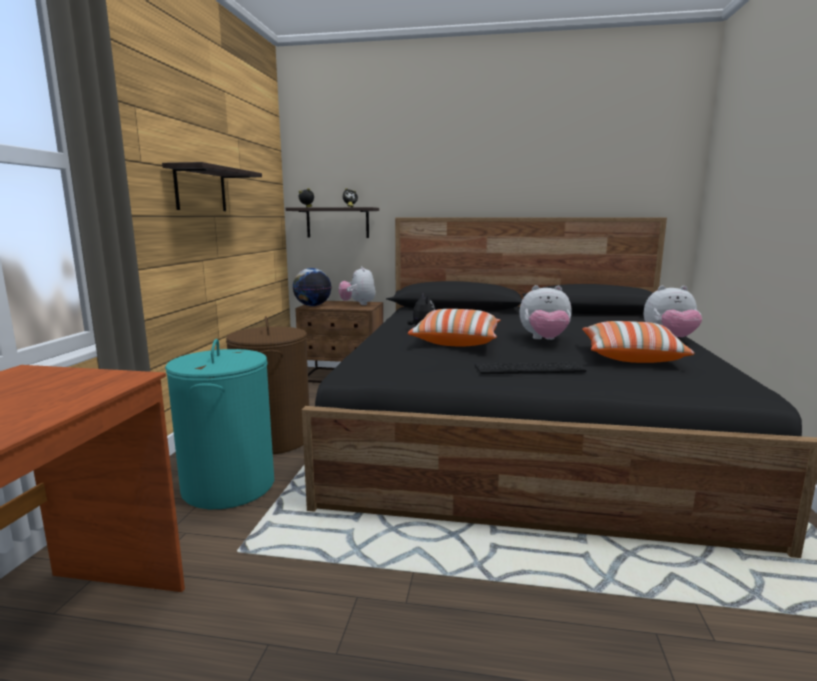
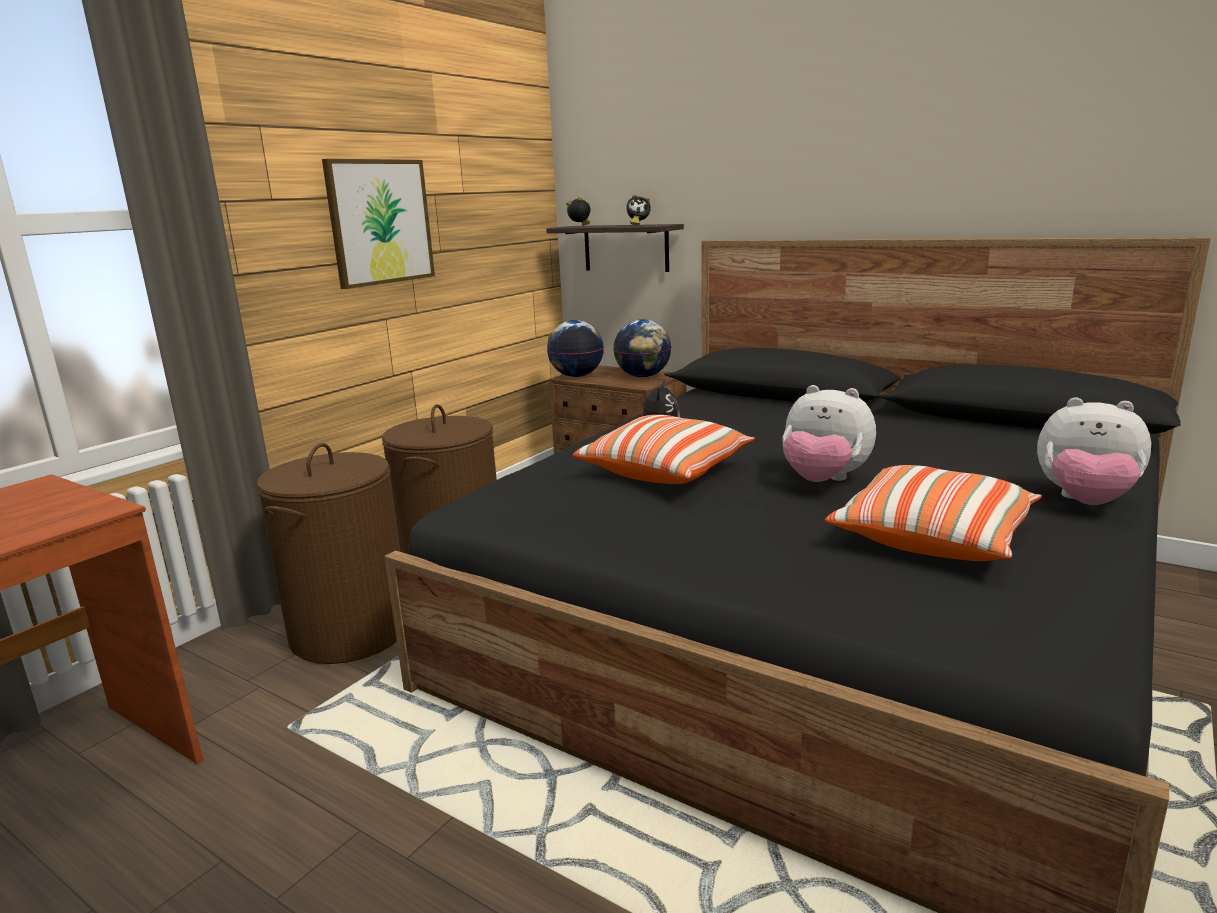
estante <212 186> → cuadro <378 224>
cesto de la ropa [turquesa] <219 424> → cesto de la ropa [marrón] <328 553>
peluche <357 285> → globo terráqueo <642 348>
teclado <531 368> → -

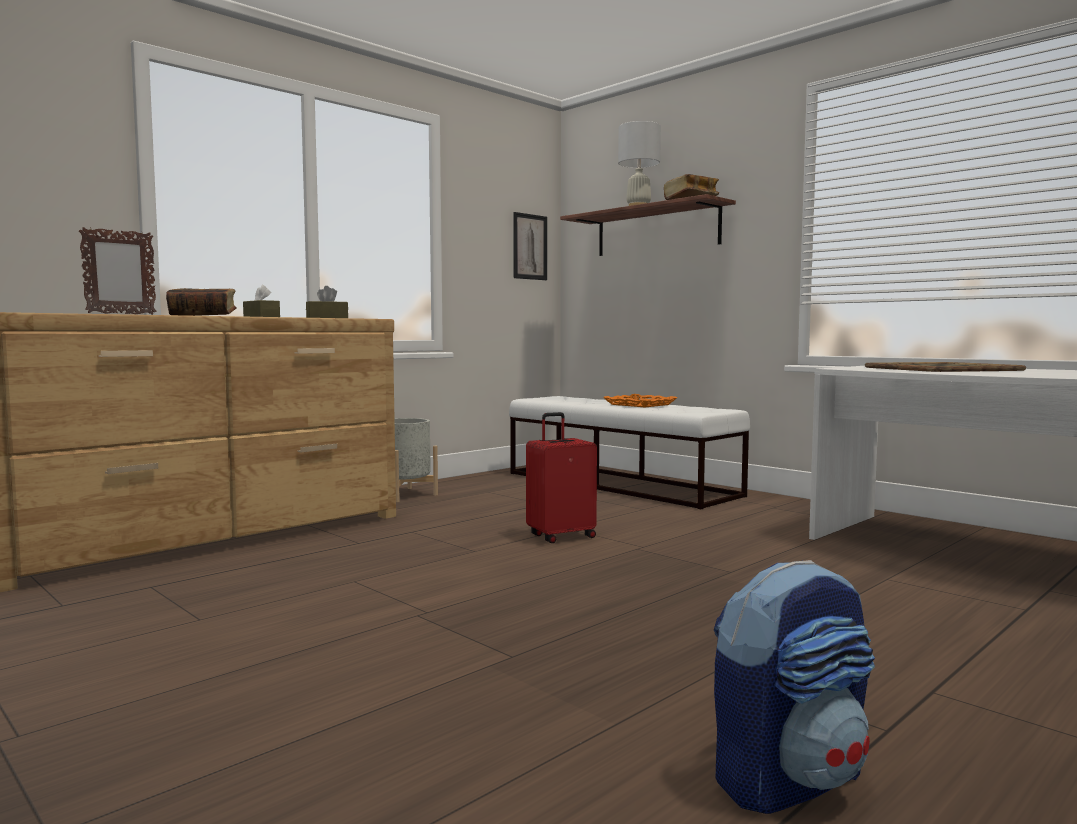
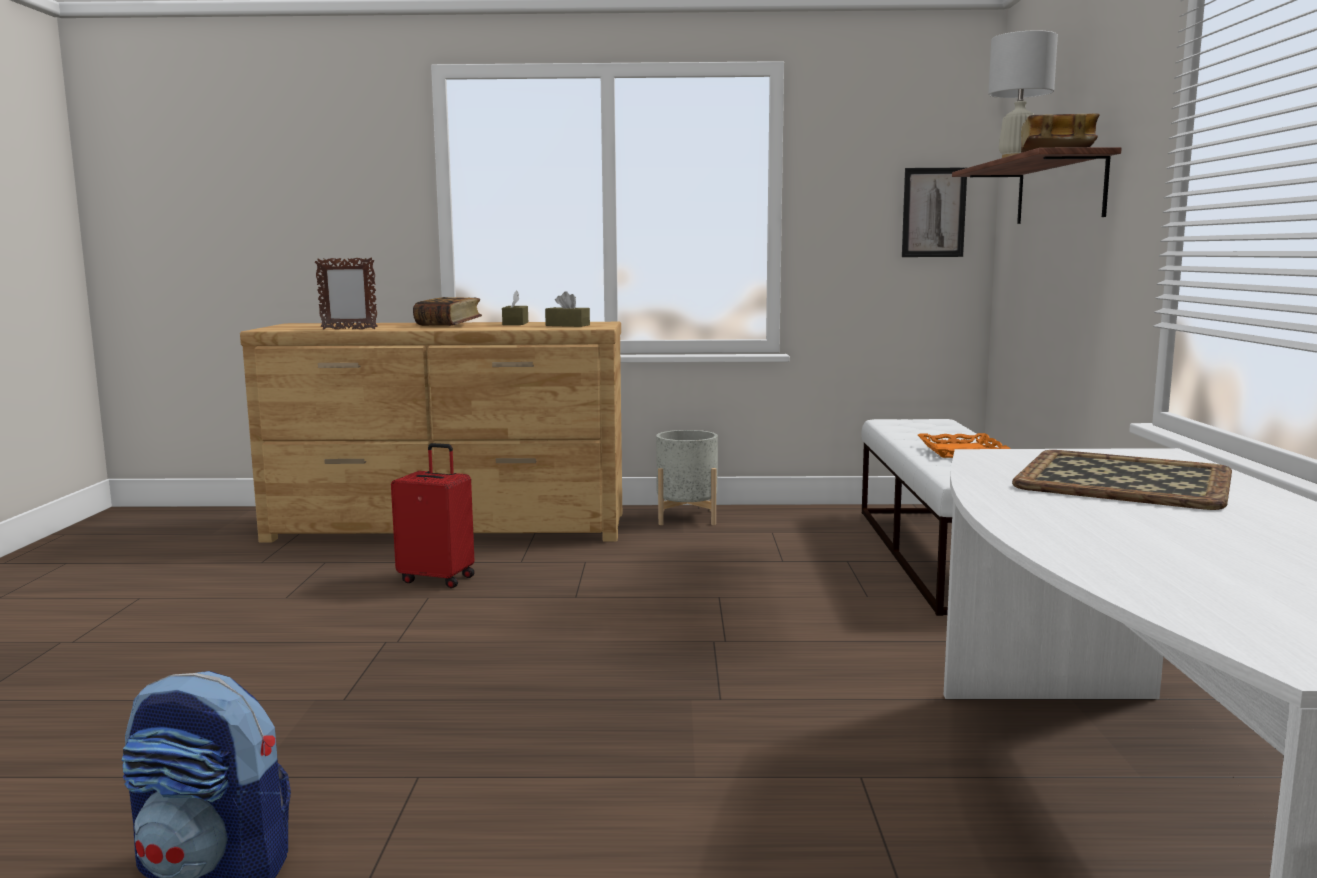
maleta [rojo] <561 477> → maleta [rojo] <433 515>, shifted

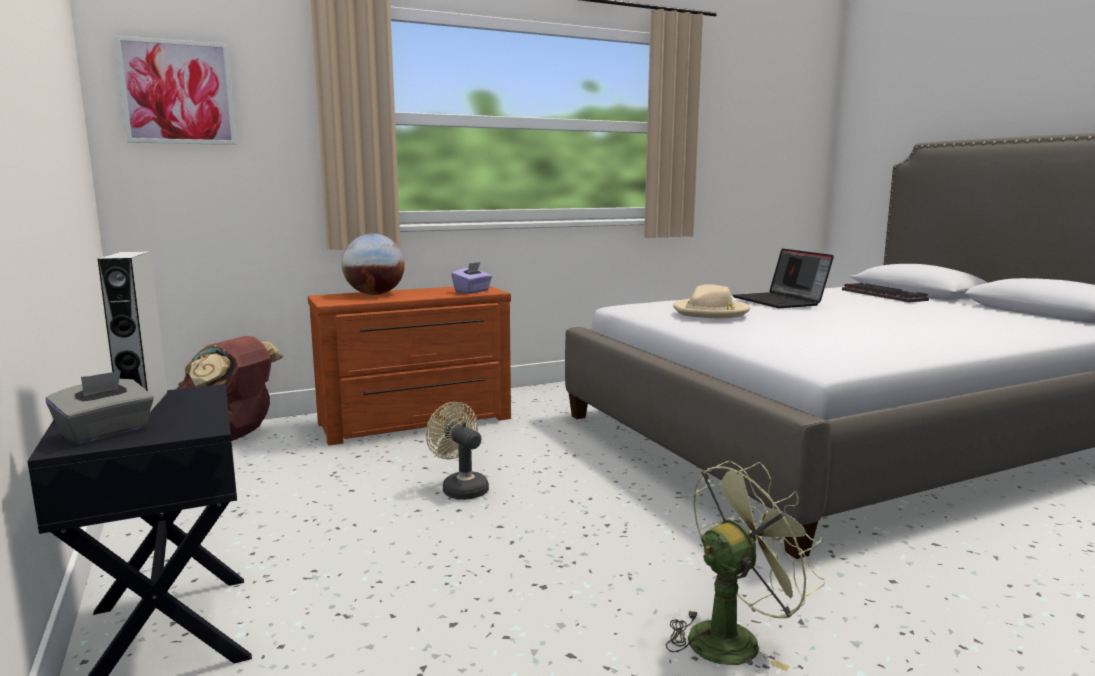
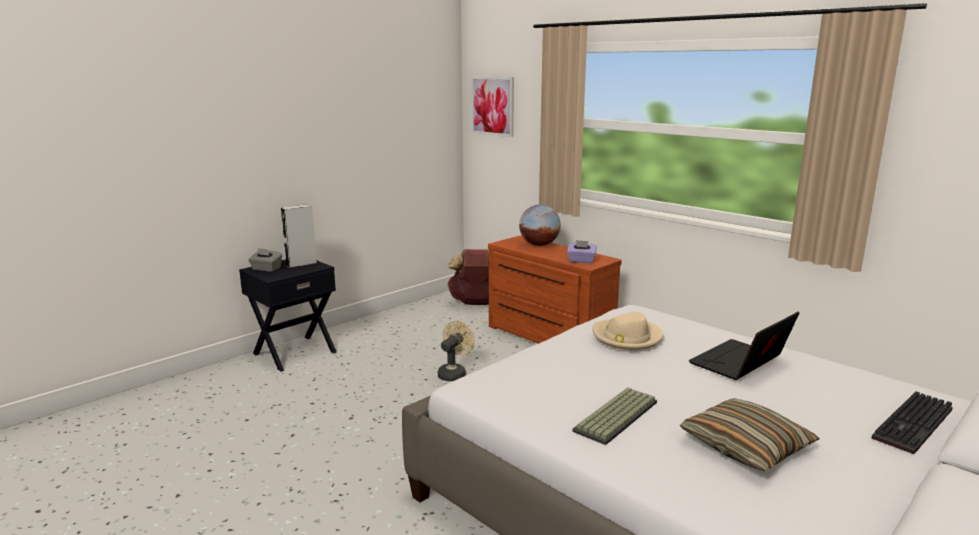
ventilador [verde] <745 566> → -
- → teclado <614 416>
- → cojín <750 435>

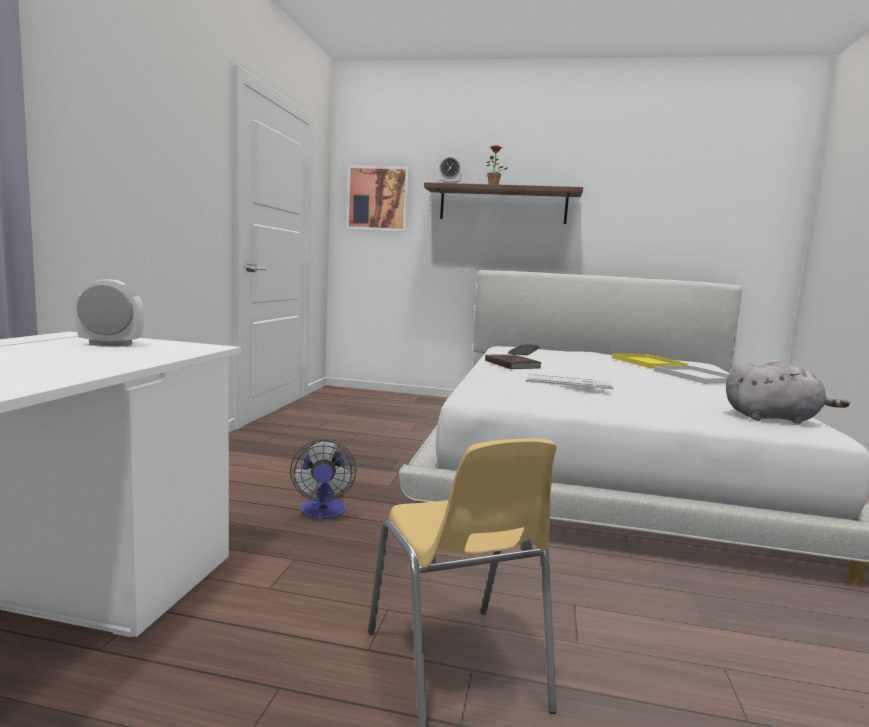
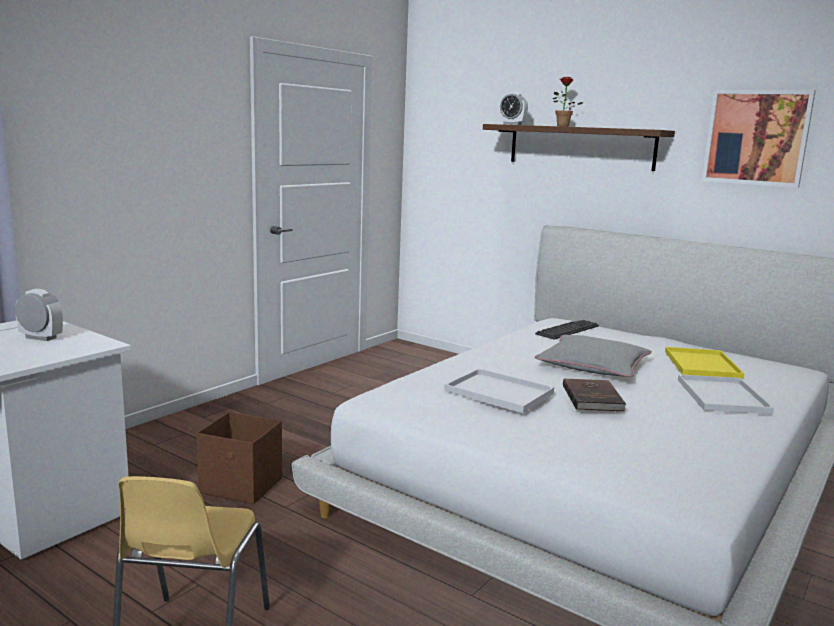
ventilador <323 479> → caja de almacenaje [marrón] <239 458>
cuadro <378 198> → cuadro <759 139>, shifted
libro [marrón] <513 361> → libro [marrón] <594 394>, shifted
teclado <570 381> → bandeja [blanco] <499 390>
peluche [gris] <788 391> → -
- → cojín [gris] <593 356>

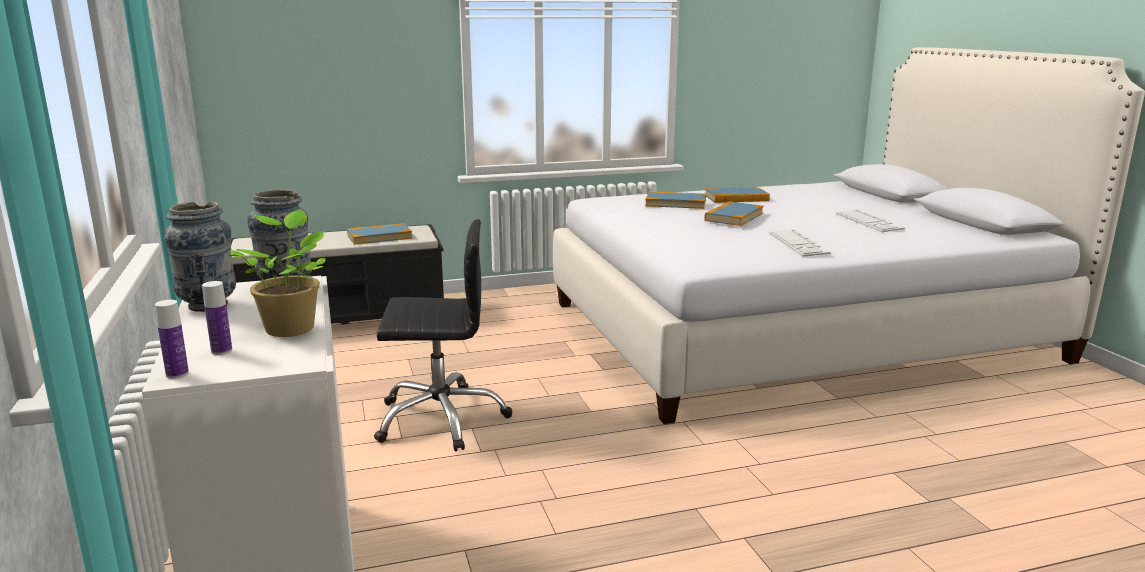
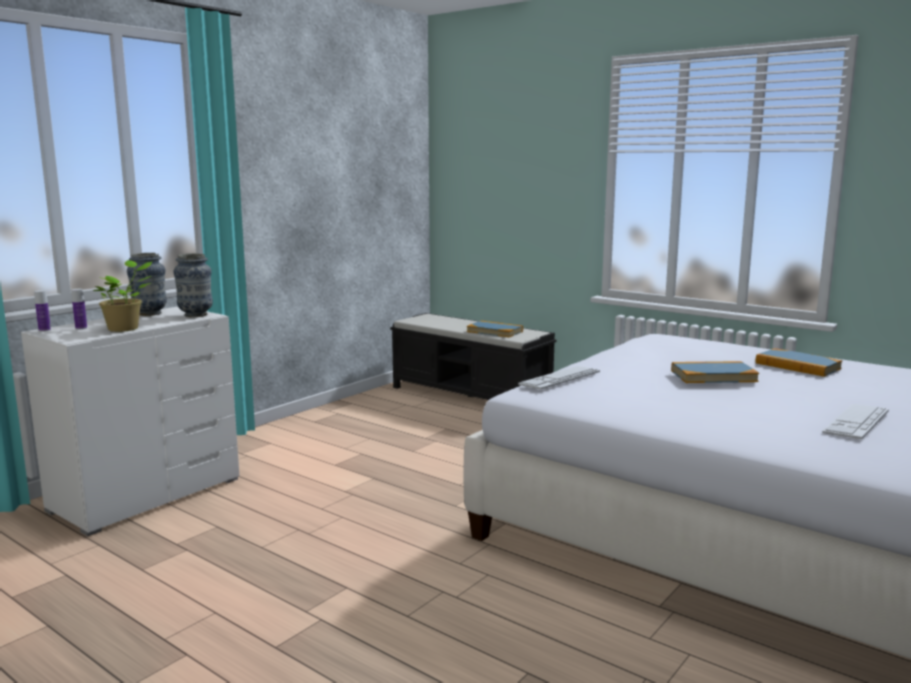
silla de oficina [negro] <443 335> → -
libro <675 200> → -
teclado <800 243> → teclado <559 377>, shifted

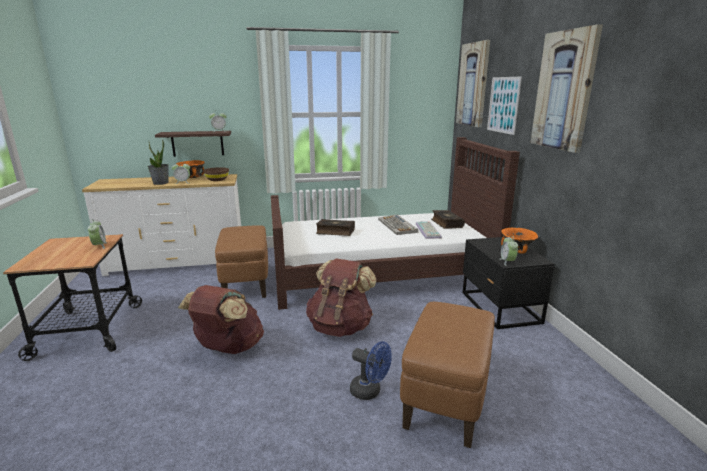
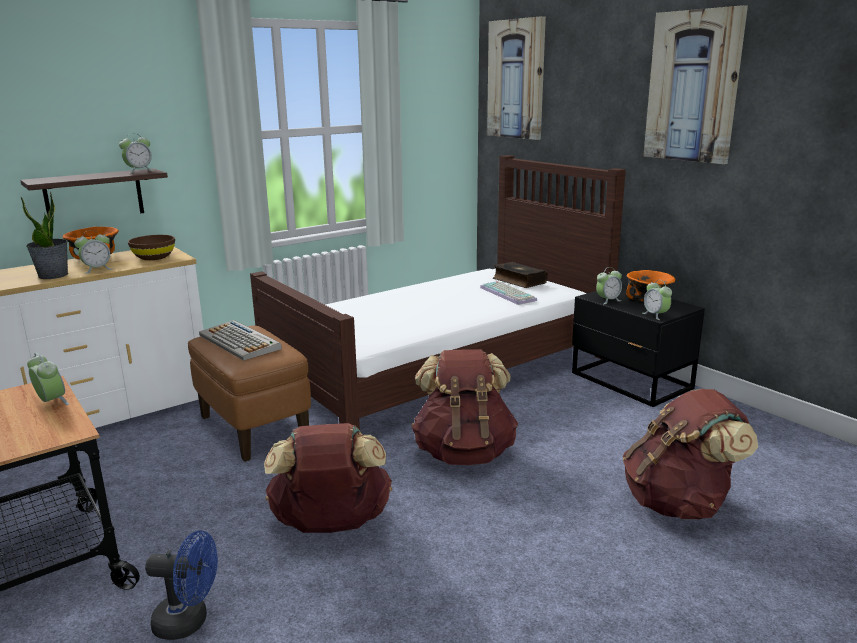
libro <335 227> → -
ventilador [azul] <370 371> → ventilador [azul] <181 585>, shifted
teclado <398 225> → teclado <240 340>, shifted
puf [marrón] <447 375> → mochila [marrón] <690 454>
cuadro <504 106> → -
- → despertador <609 285>

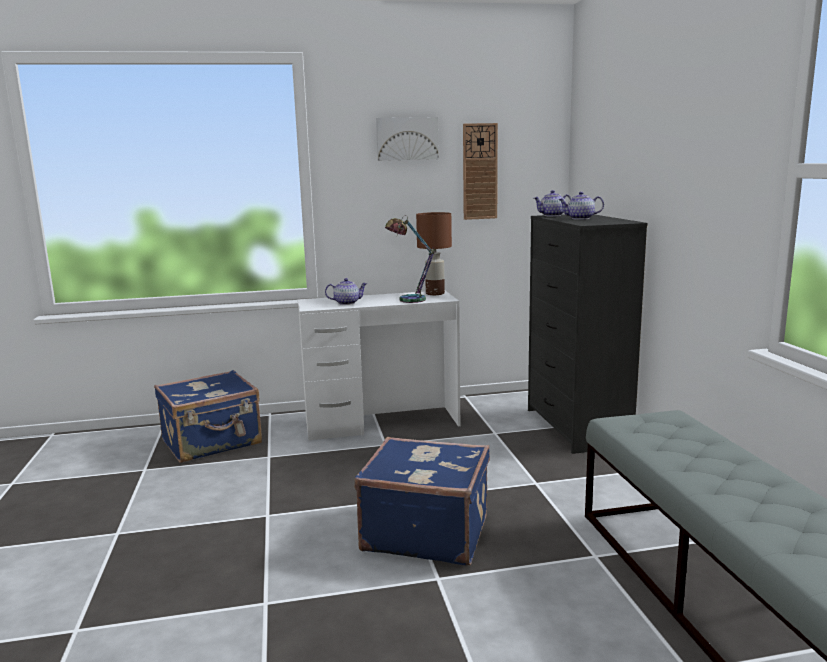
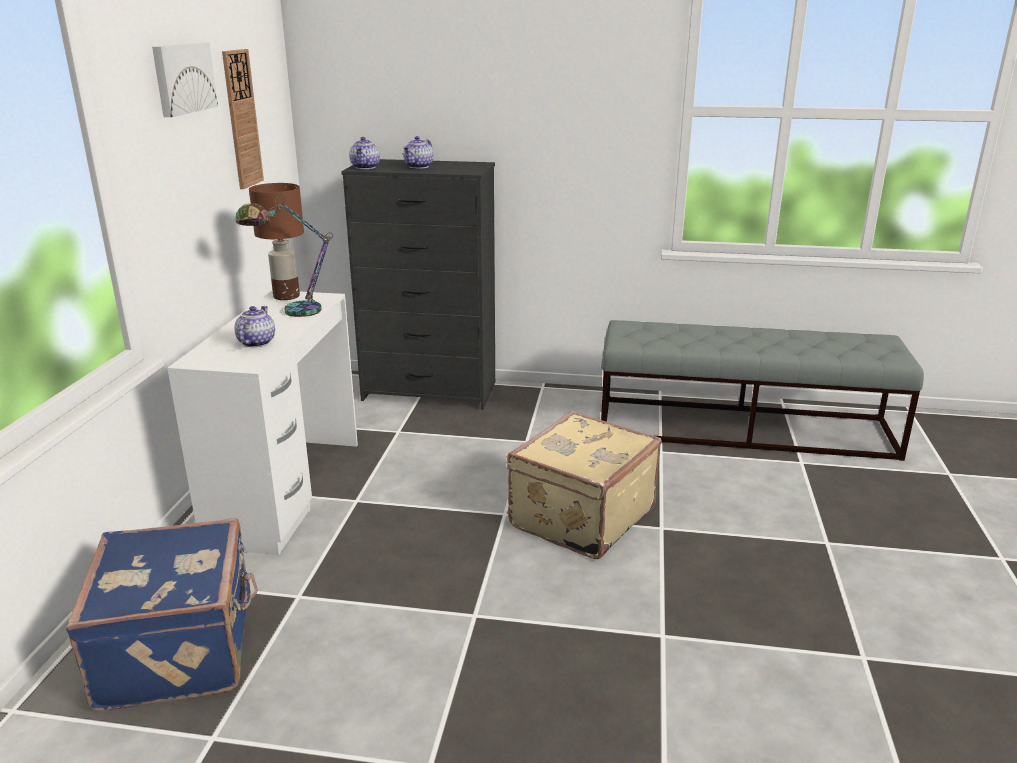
maleta [azul] <422 501> → maleta [beis] <584 485>

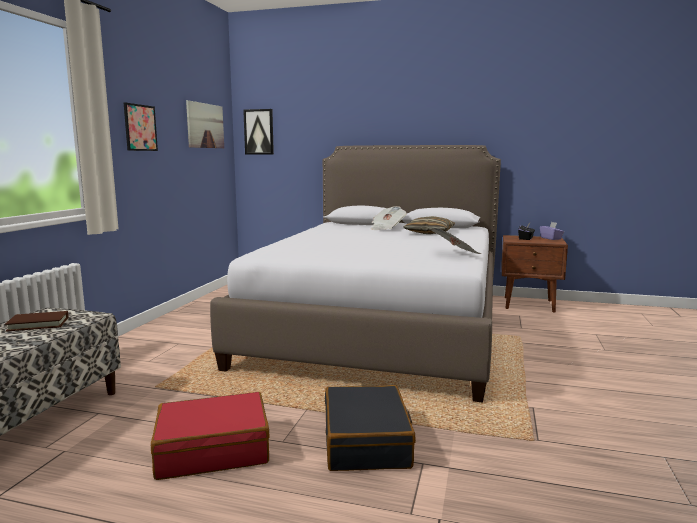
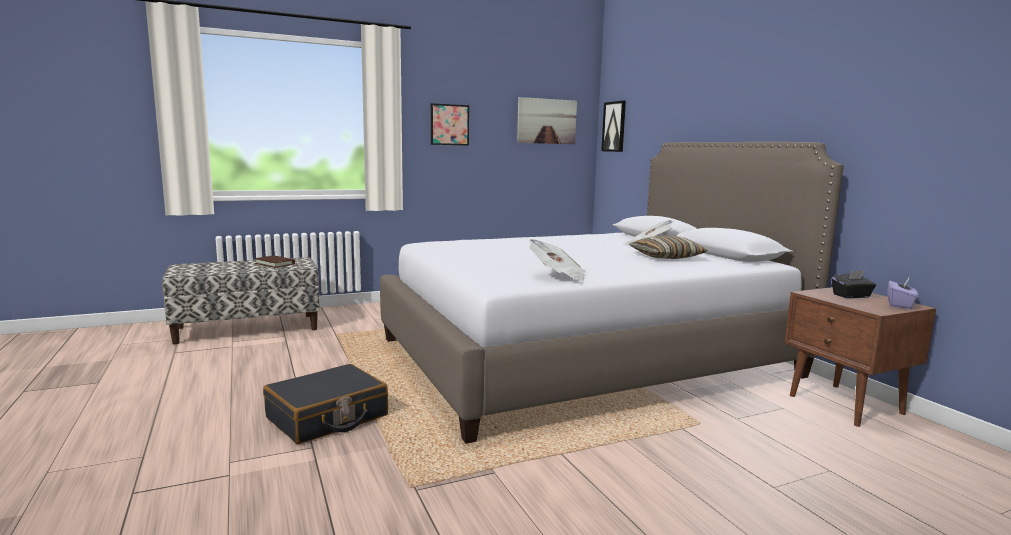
maleta [rojo] <210 436> → -

